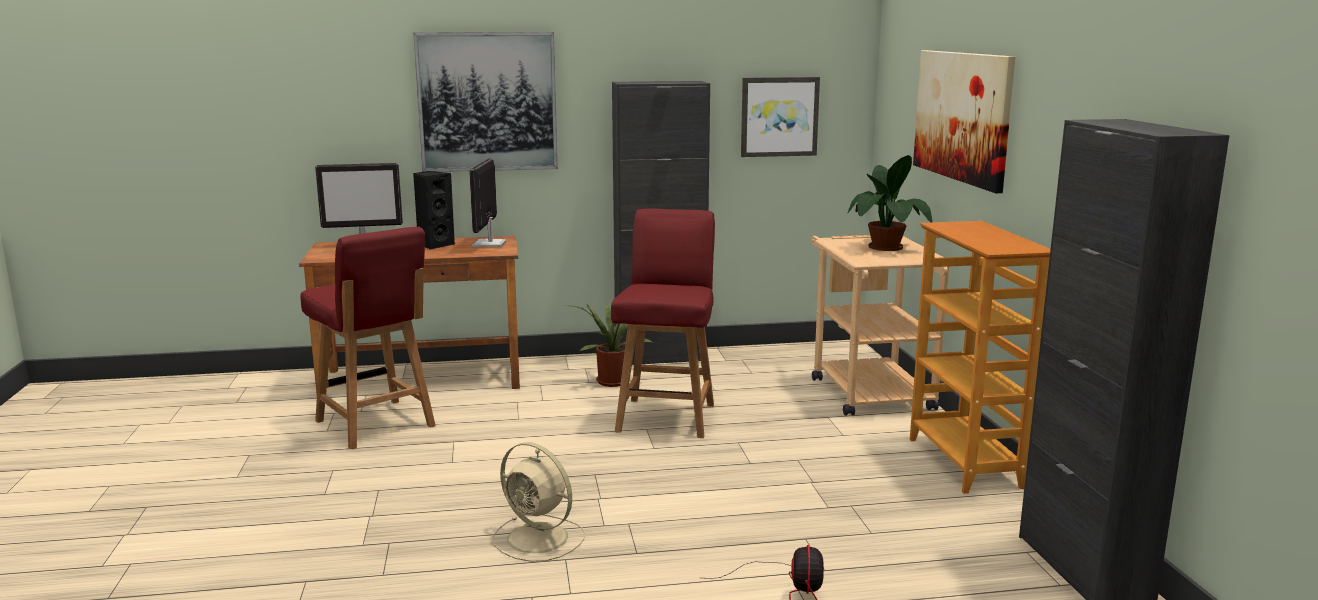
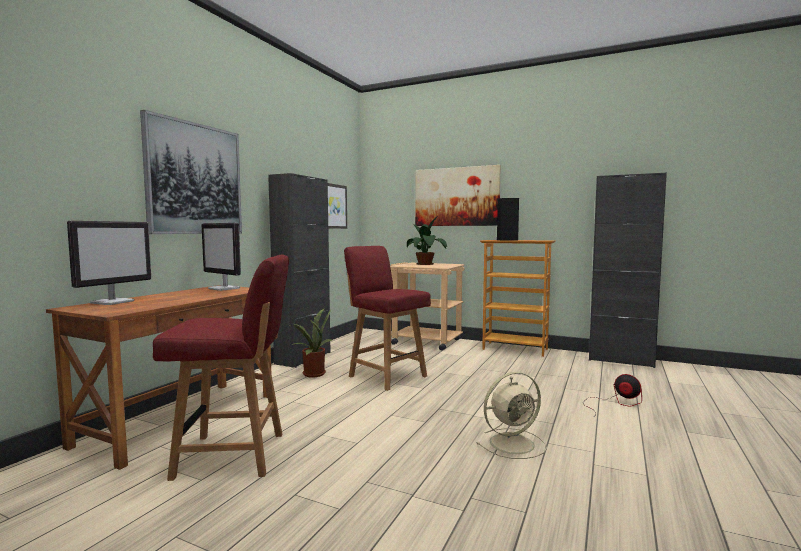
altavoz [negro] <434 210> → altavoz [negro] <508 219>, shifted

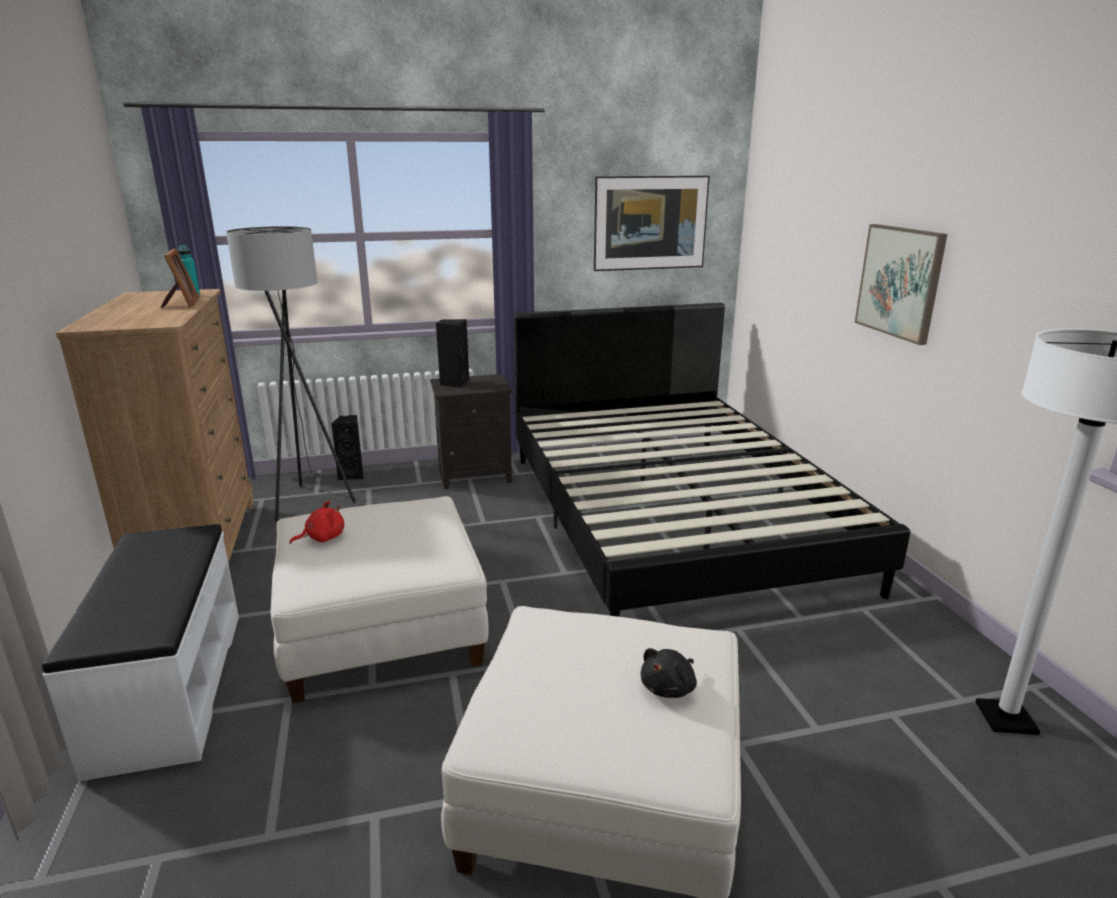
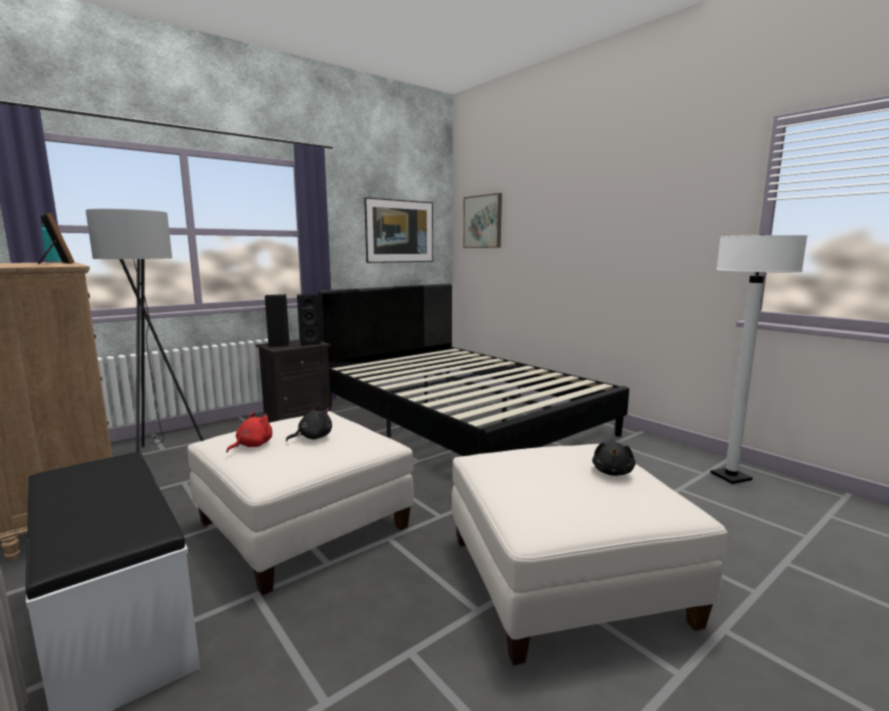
altavoz [negro] <347 447> → altavoz [negro] <309 320>, shifted
cuadro <901 284> → cuadro <482 220>, shifted
- → peluche [negro] <309 423>

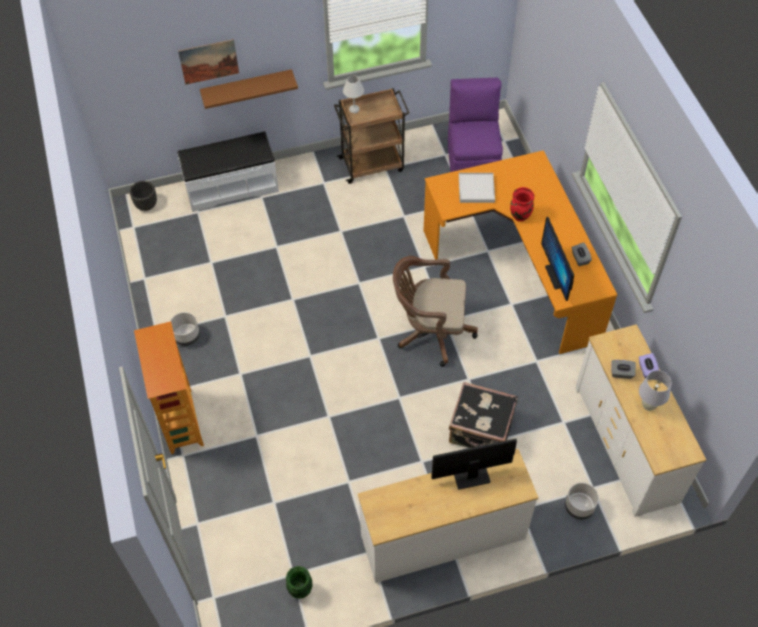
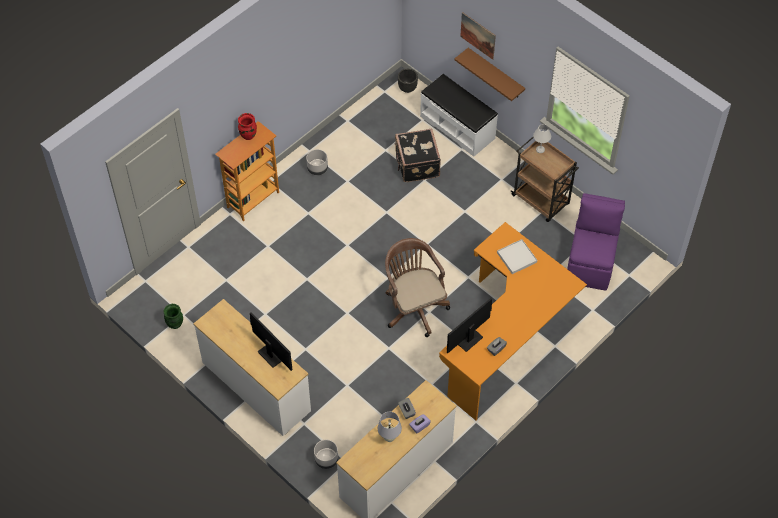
silla [morado] <475 124> → silla [morado] <596 241>, 45 degrees counterclockwise
maleta [negro] <483 415> → maleta [negro] <418 155>, shifted
florero [rojo] <522 204> → florero [rojo] <247 126>, shifted

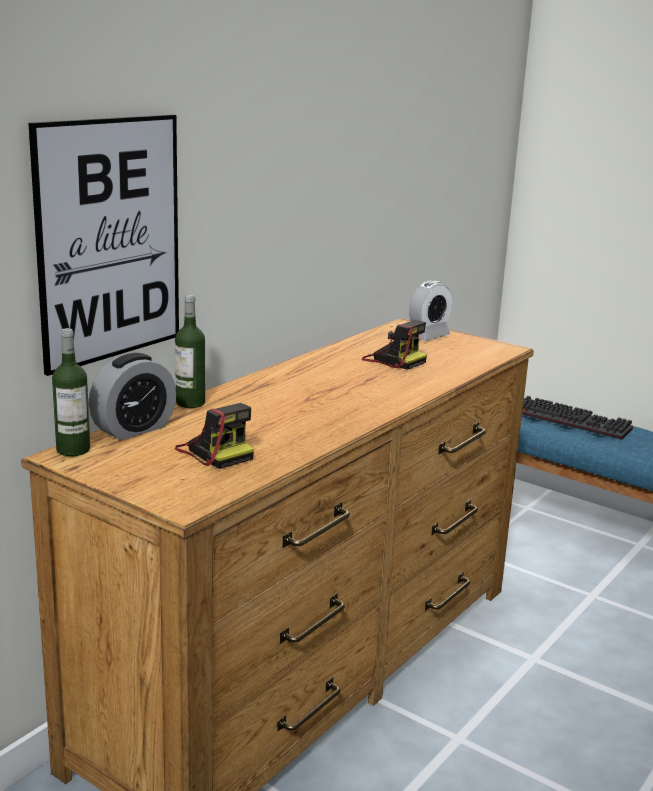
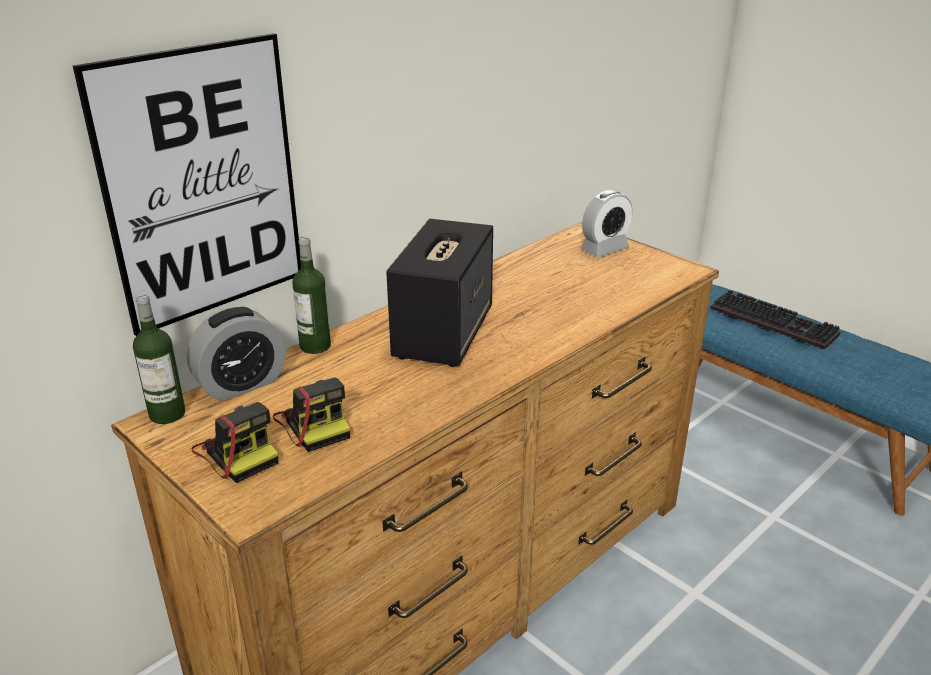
cámara <394 345> → cámara <235 442>, shifted
- → altavoz <439 293>

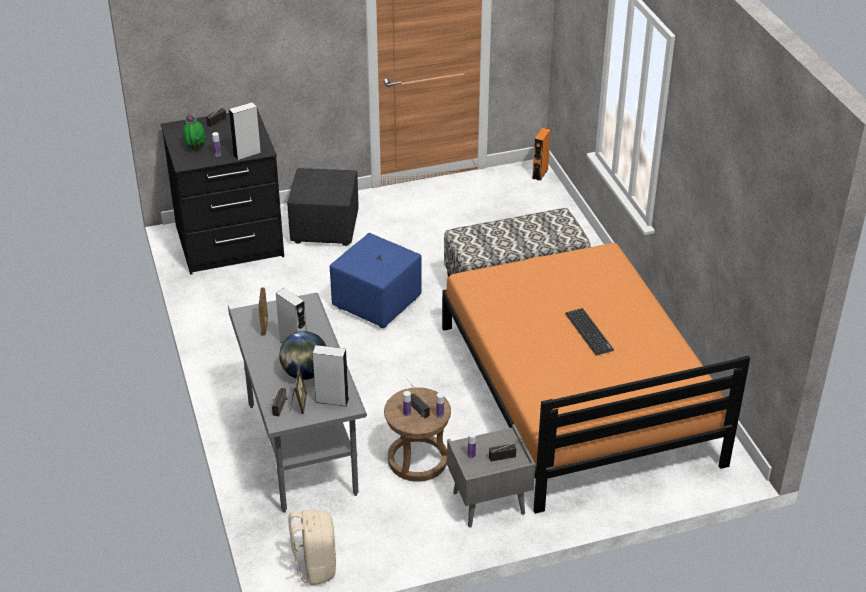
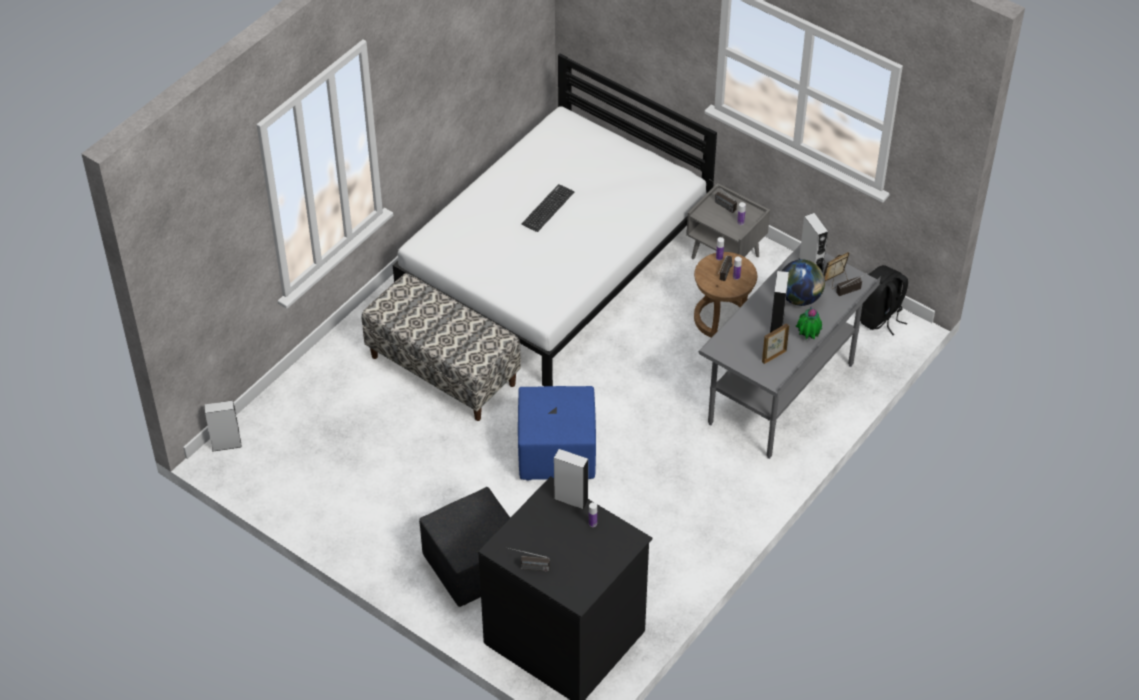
planta en maceta <195 132> → planta en maceta <809 322>, shifted
mochila [beis] <309 547> → mochila [negro] <884 300>
cama [naranja] <596 378> → cama [blanco] <555 219>
altavoz [naranja] <541 154> → altavoz [gris] <223 426>

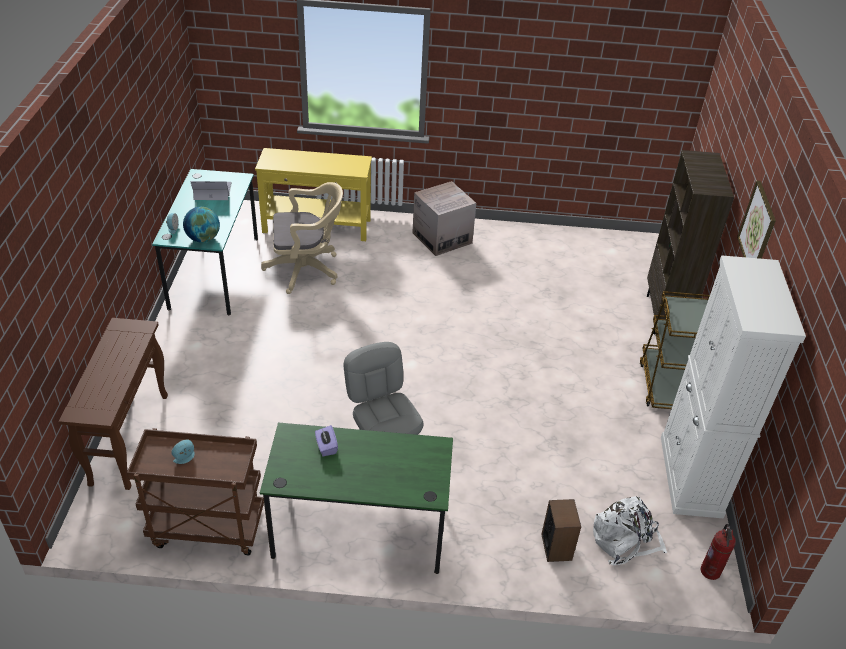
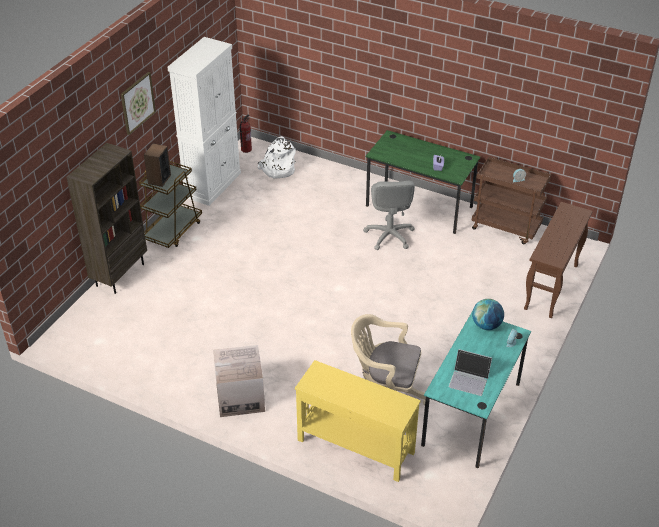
altavoz <561 530> → altavoz <157 165>, shifted

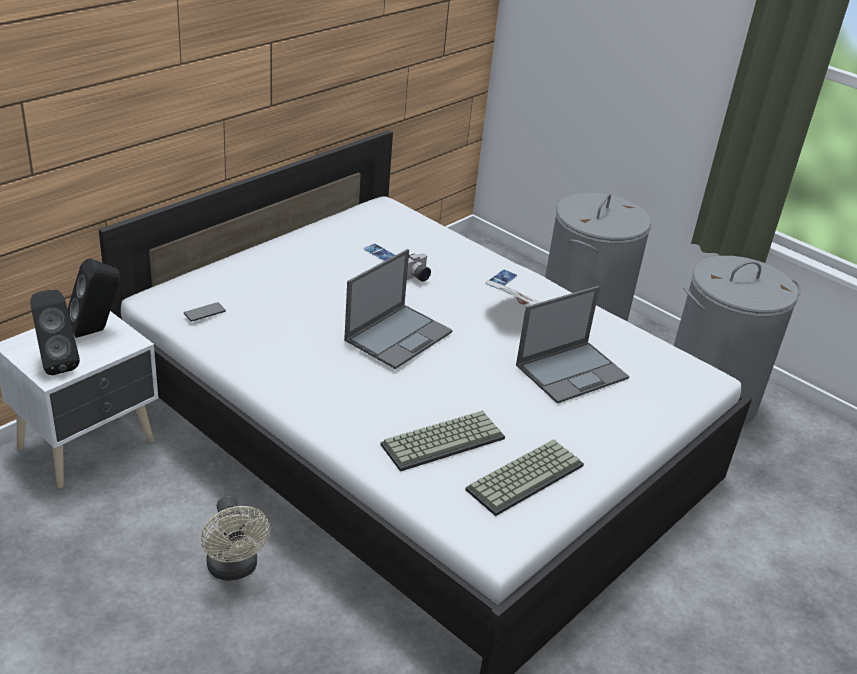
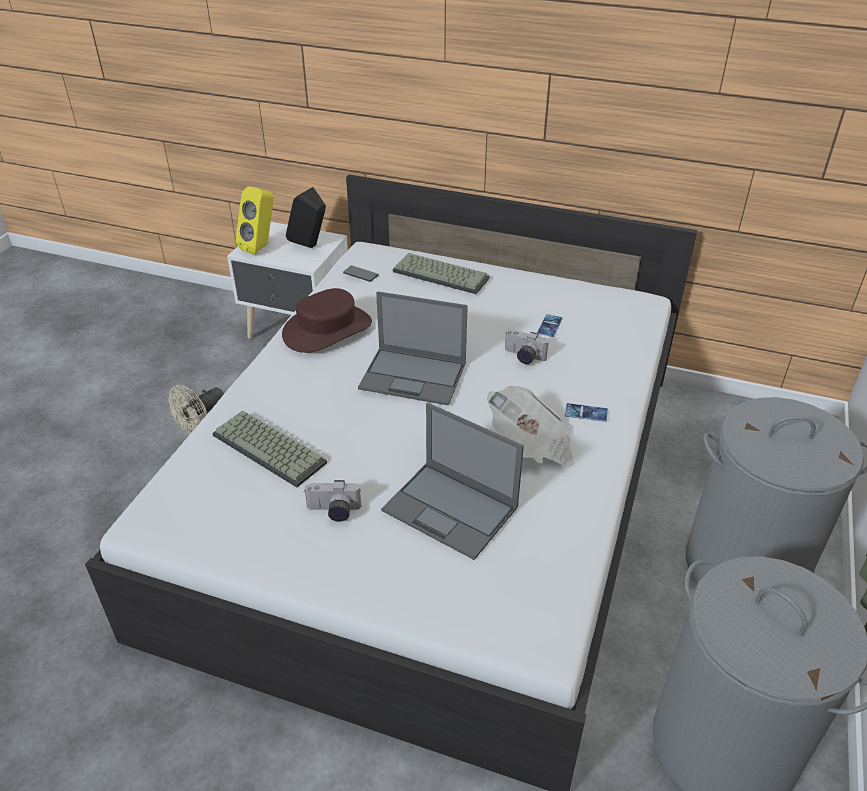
altavoz [negro] <55 332> → altavoz [amarillo] <255 220>
teclado <524 477> → teclado <441 273>, shifted
- → sombrero [marrón] <327 320>
- → cámara <332 501>

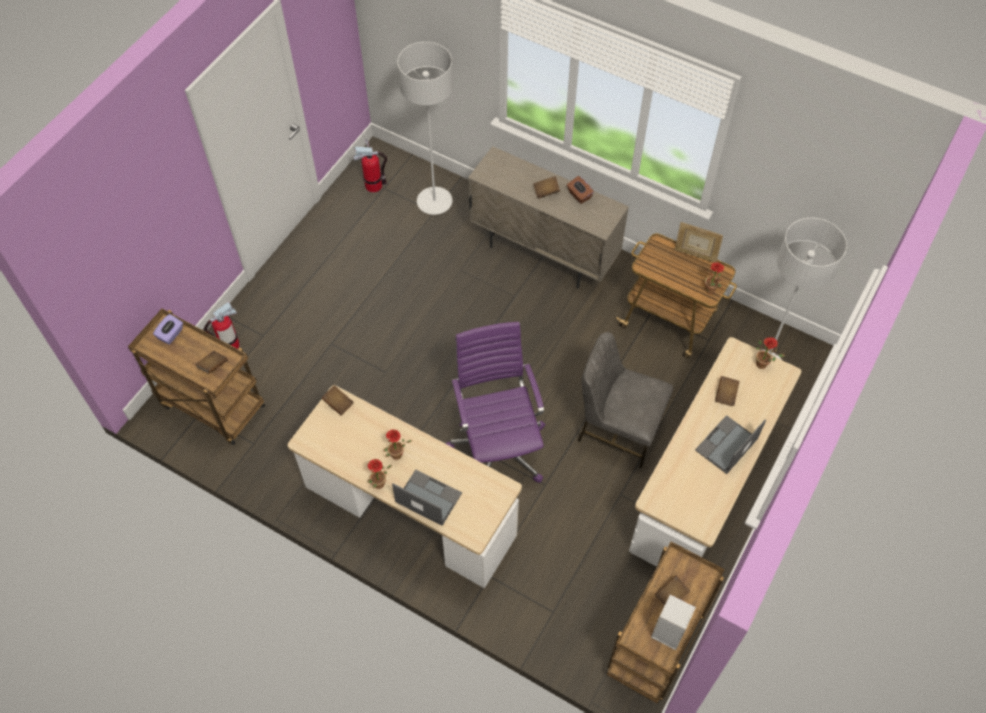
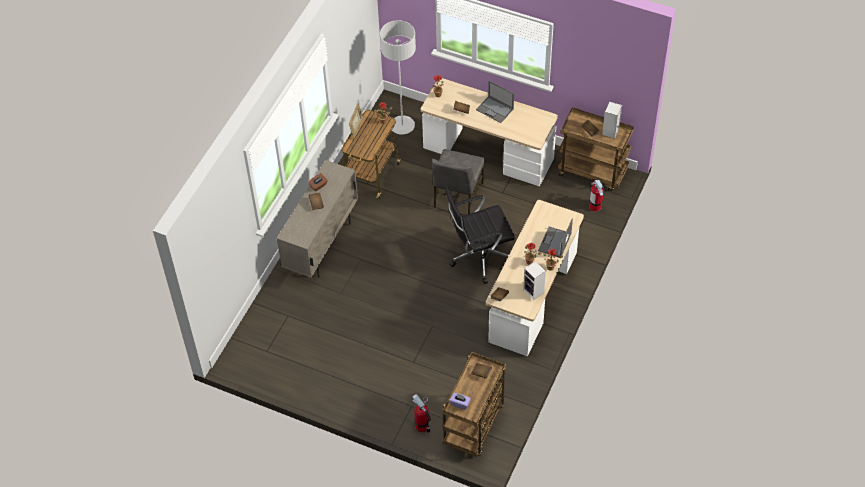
extintor <370 165> → extintor <596 195>, shifted
lámpara de pie [gris] <425 128> → -
silla de oficina [morado] <495 402> → silla de oficina [negro] <480 235>
- → altavoz <534 280>

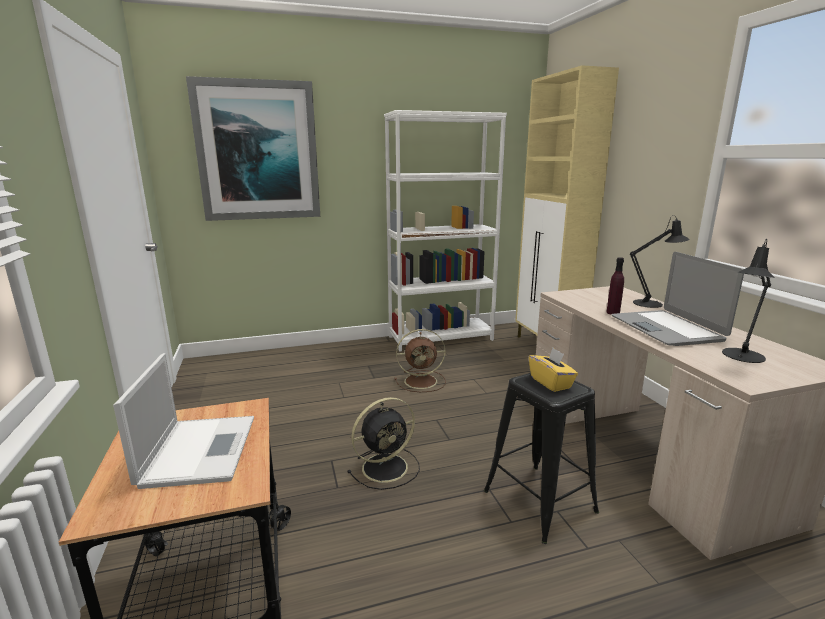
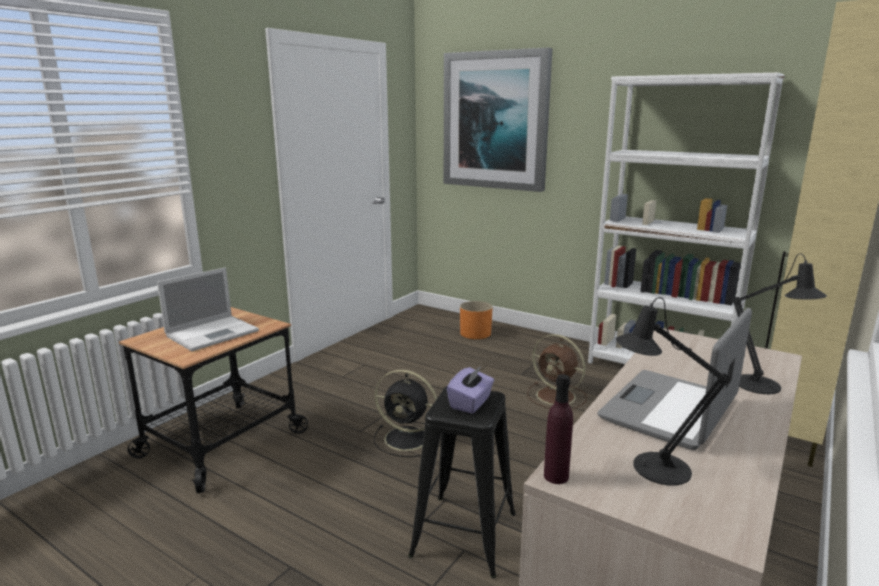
caja de pañuelos [amarillo] <553 370> → caja de pañuelos [morado] <470 389>
botella [morado] <615 286> → botella [morado] <558 429>, shifted
- → maceta [naranja] <476 320>

